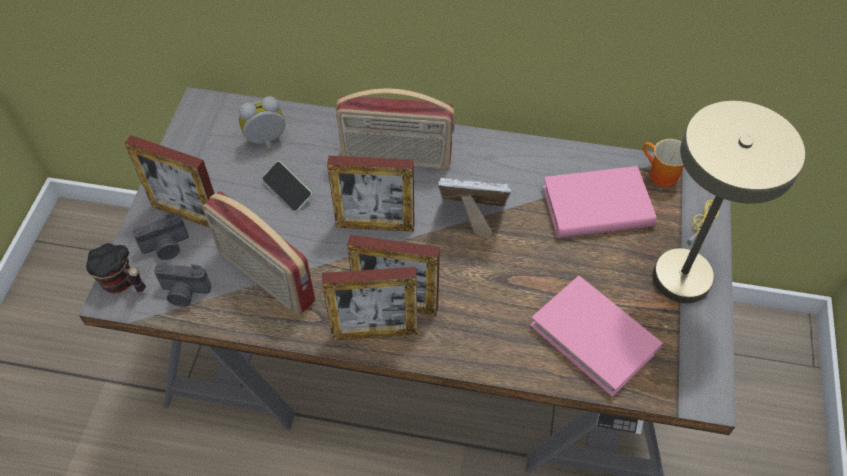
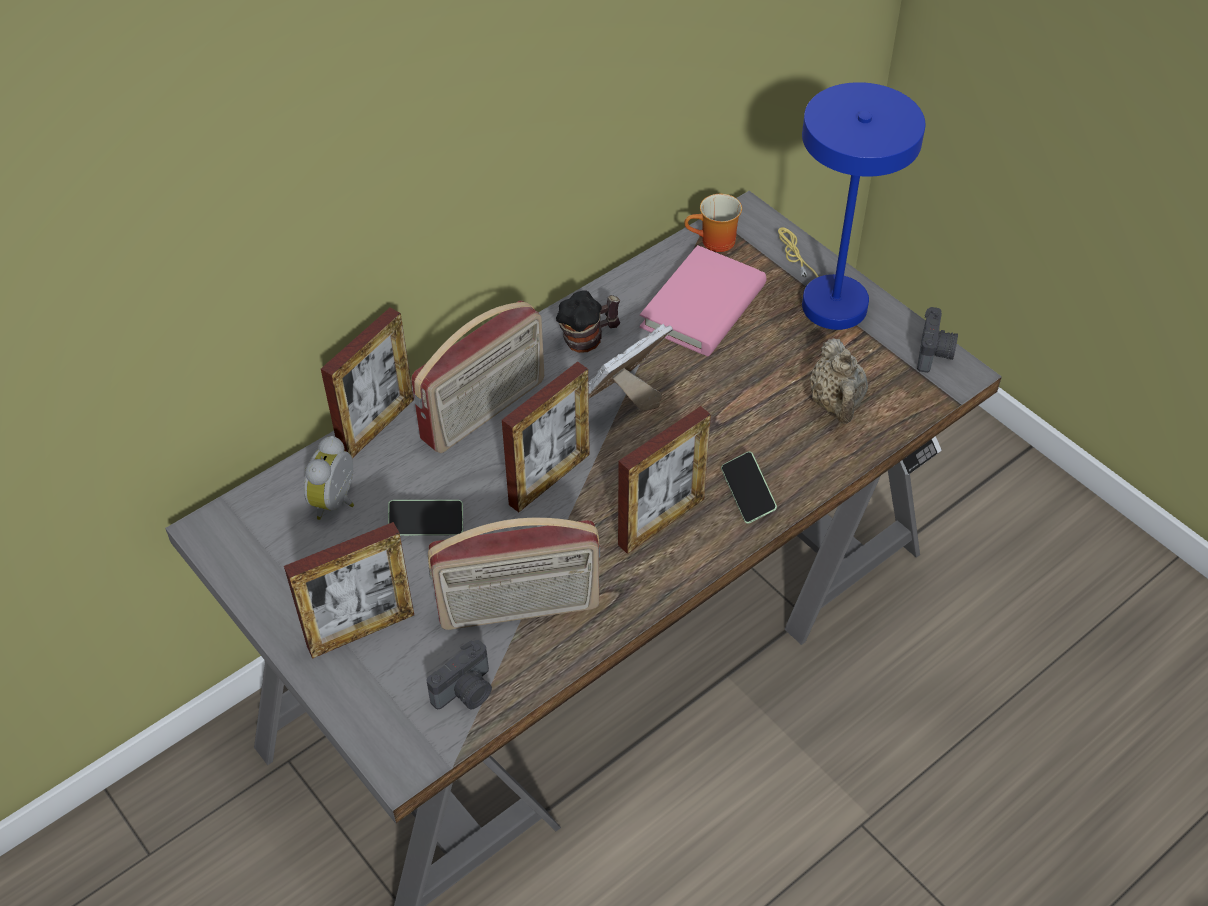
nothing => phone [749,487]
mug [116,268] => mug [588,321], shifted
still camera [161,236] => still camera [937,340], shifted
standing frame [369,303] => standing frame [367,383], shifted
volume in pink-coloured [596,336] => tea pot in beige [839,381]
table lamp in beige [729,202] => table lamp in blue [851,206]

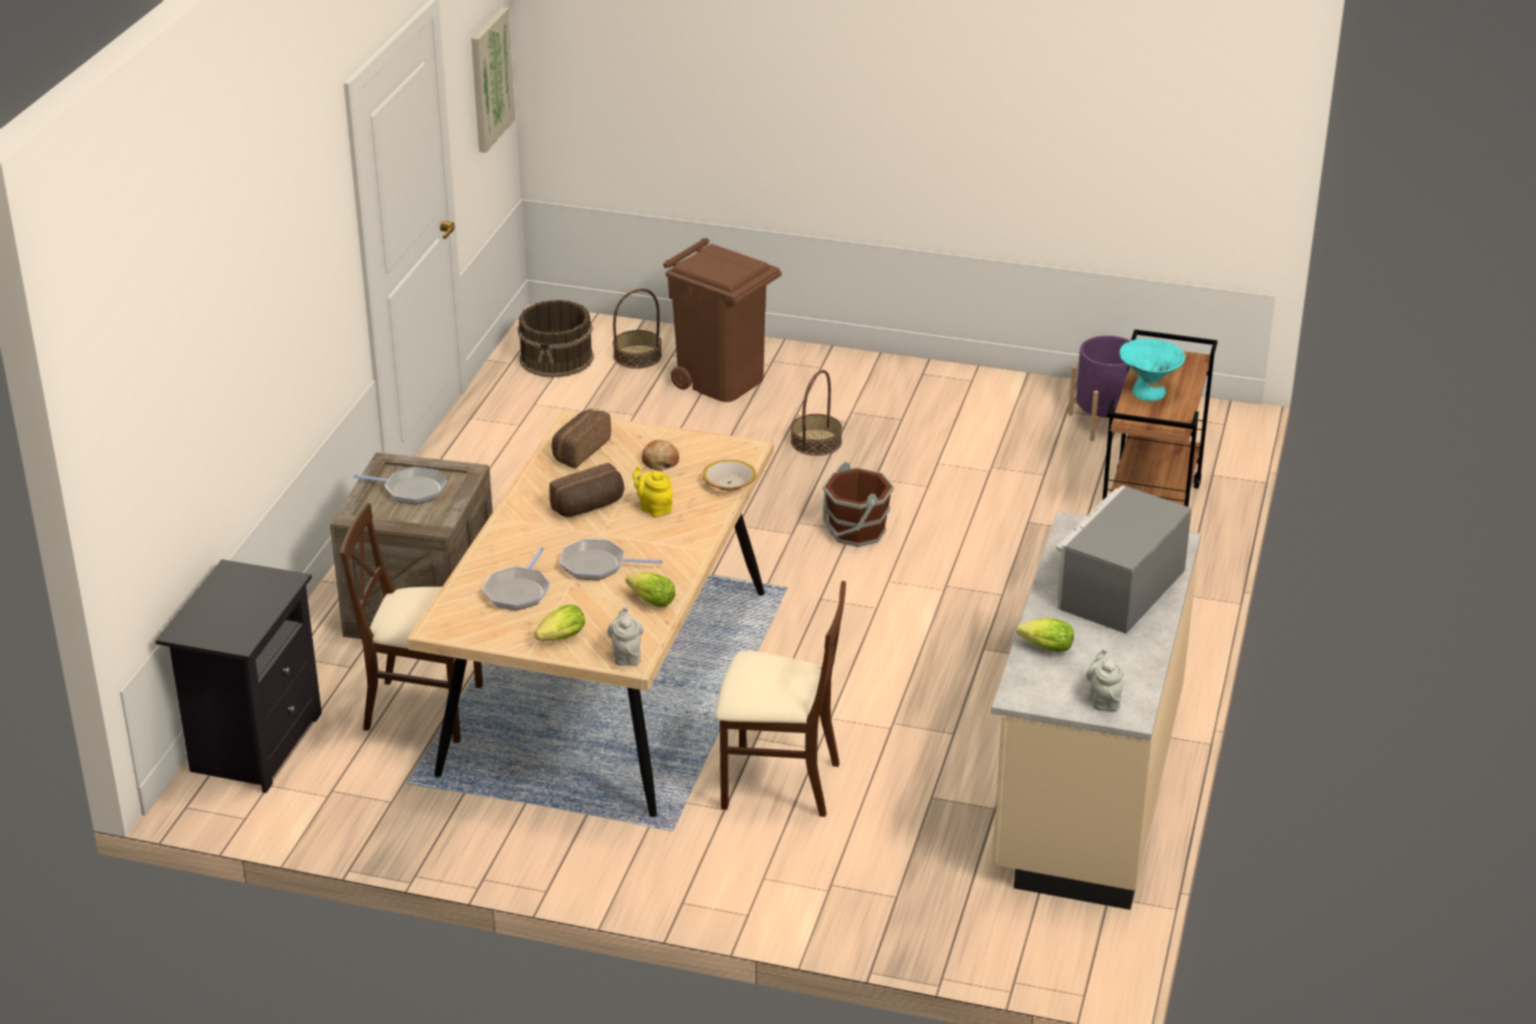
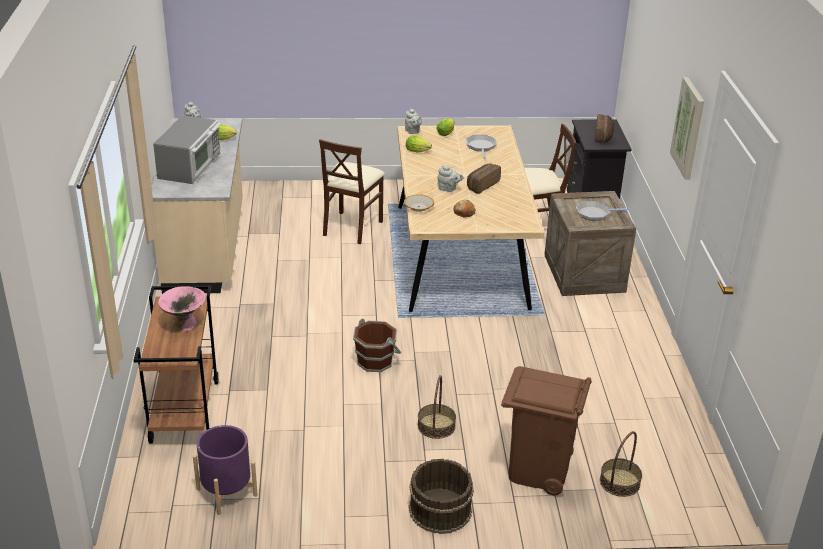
skillet [611,559] => nothing
picture [493,80] => picture [687,128], shifted
water bucket in brown-coloured [556,339] => water bucket in brown-coloured [441,496], shifted
baked bread [581,438] => baked bread [604,128], shifted
tea pot in yellow [653,491] => tea pot in gray [450,178]
serving bowl in blue-green [1152,370] => serving bowl in pink-coloured [182,309]
plain chair in beige [780,699] => plain chair in beige [352,191], 60 degrees counterclockwise

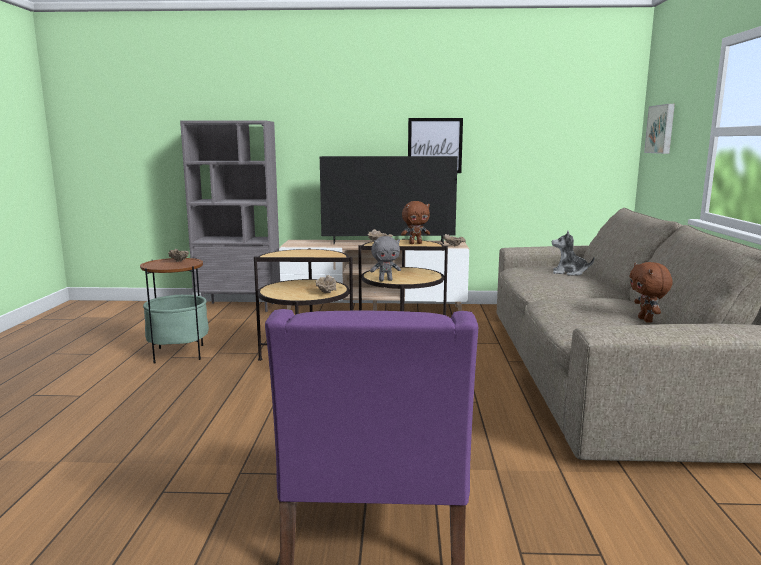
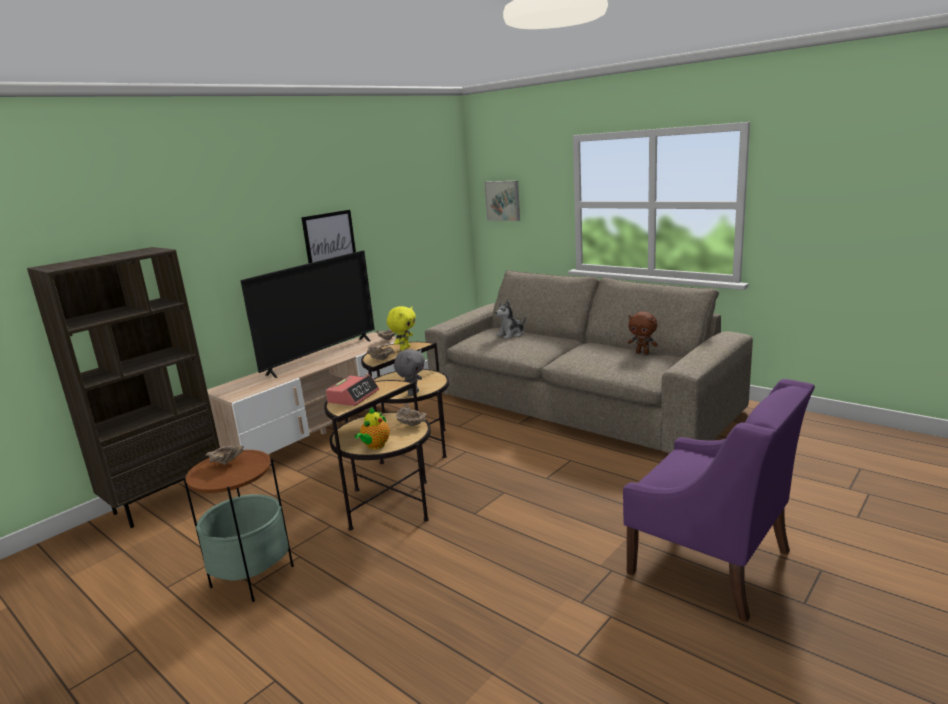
nothing => bedside clock [352,390]
nothing => tea pot [372,428]
bookshelf in gray [230,216] => bookshelf in brown-coloured [123,387]
soft toy in brown-coloured [415,222] => soft toy in yellow [401,328]

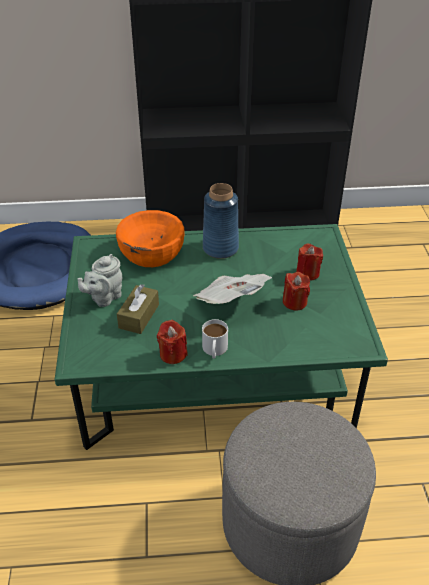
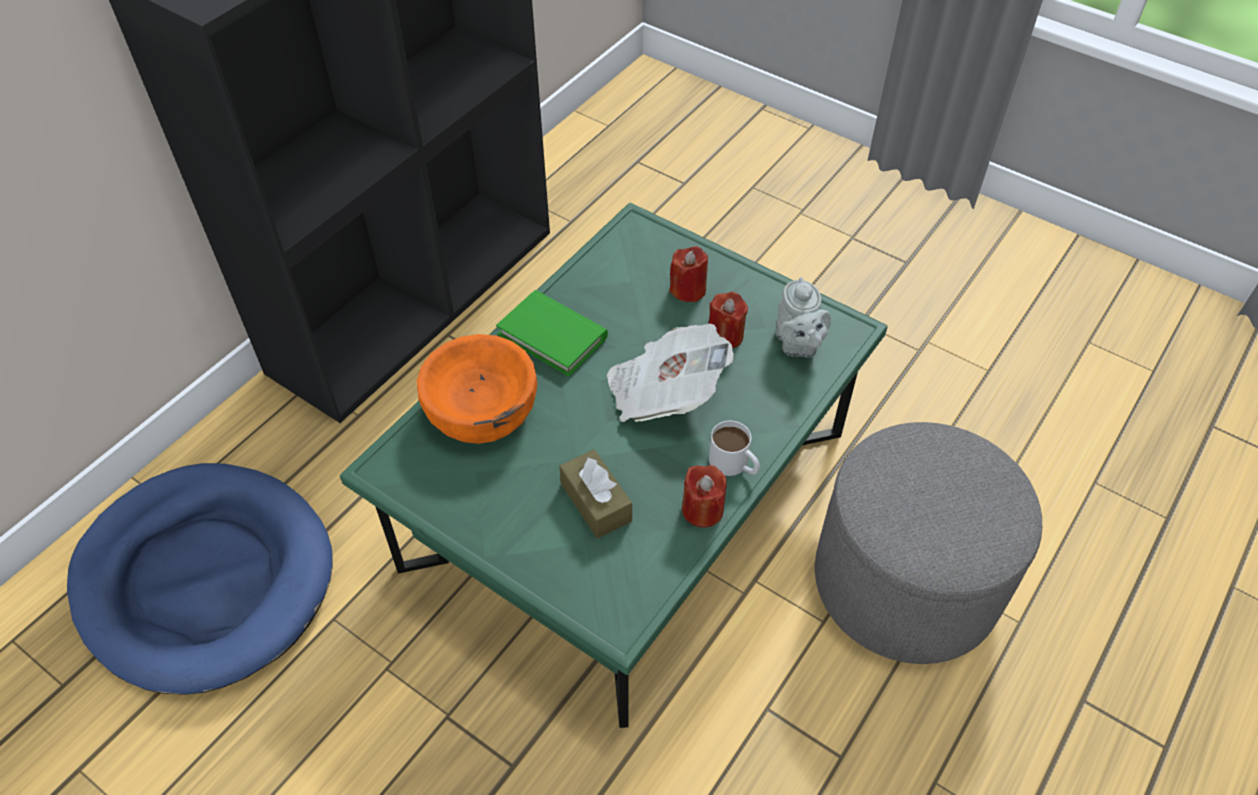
tea pot in gray [100,280] => tea pot in gray [803,317], shifted
vase in blue [221,221] => volume in green-coloured [552,333]

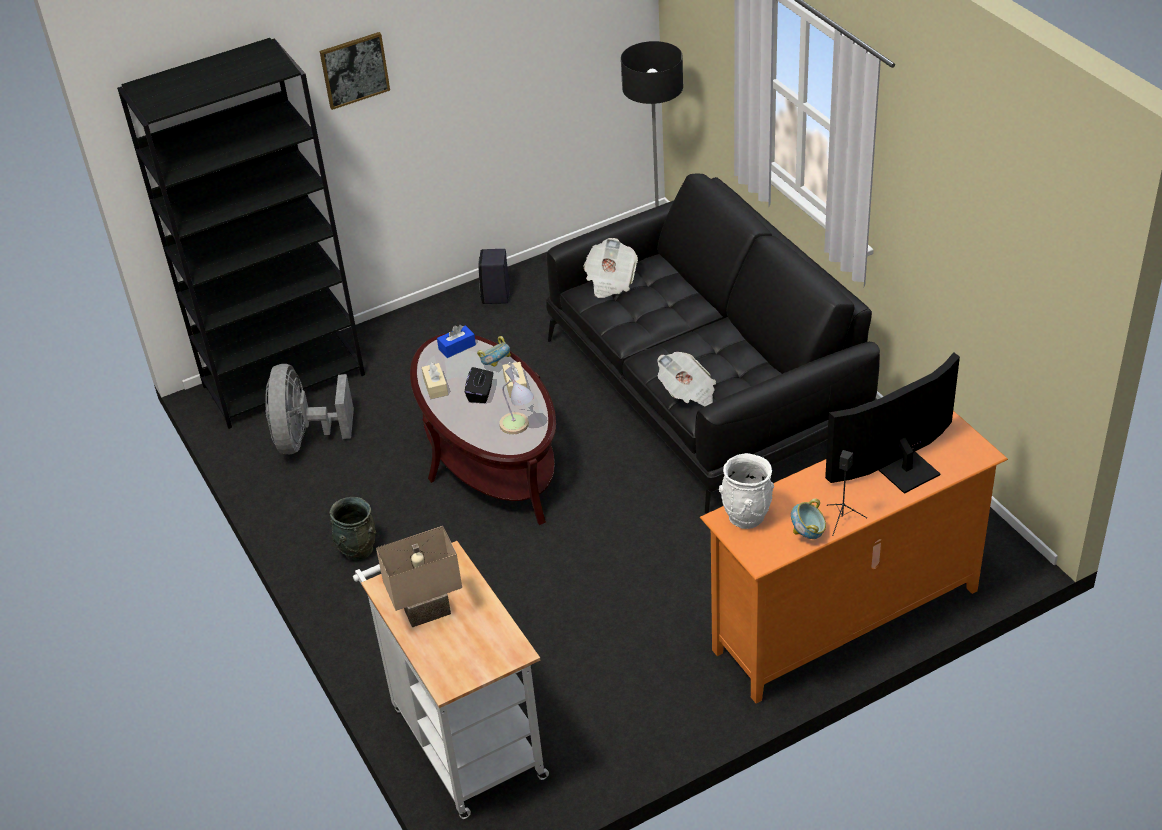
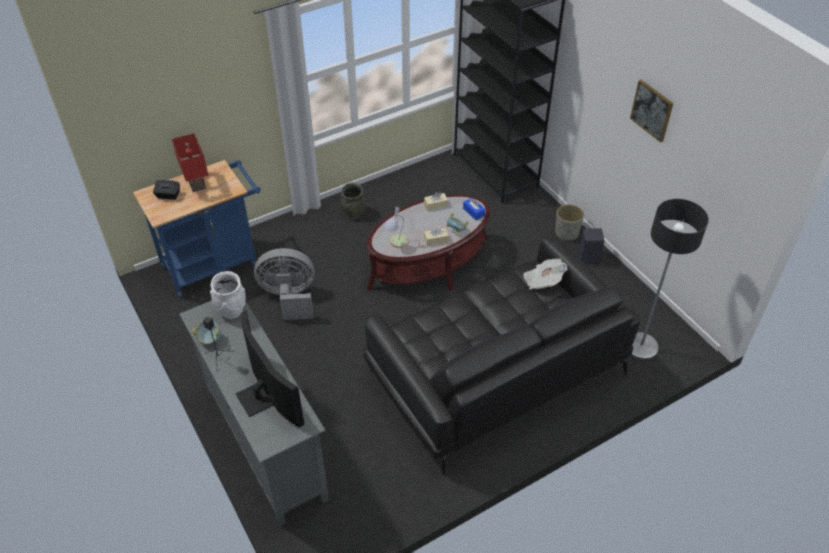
newspaper [686,379] => nothing
nothing => flower pot in gray [569,222]
fan in gray [309,409] => fan in gray [284,284], shifted
picture [355,71] => picture [651,111], shifted
tissue box in black-coloured [479,385] => tissue box in black-coloured [166,190], shifted
cart in white-coloured [451,680] => cart in blue [197,229]
table lamp in beige [419,576] => table lamp in reddish [190,162]
tv unit in orangey [854,557] => tv unit in gray [254,413]

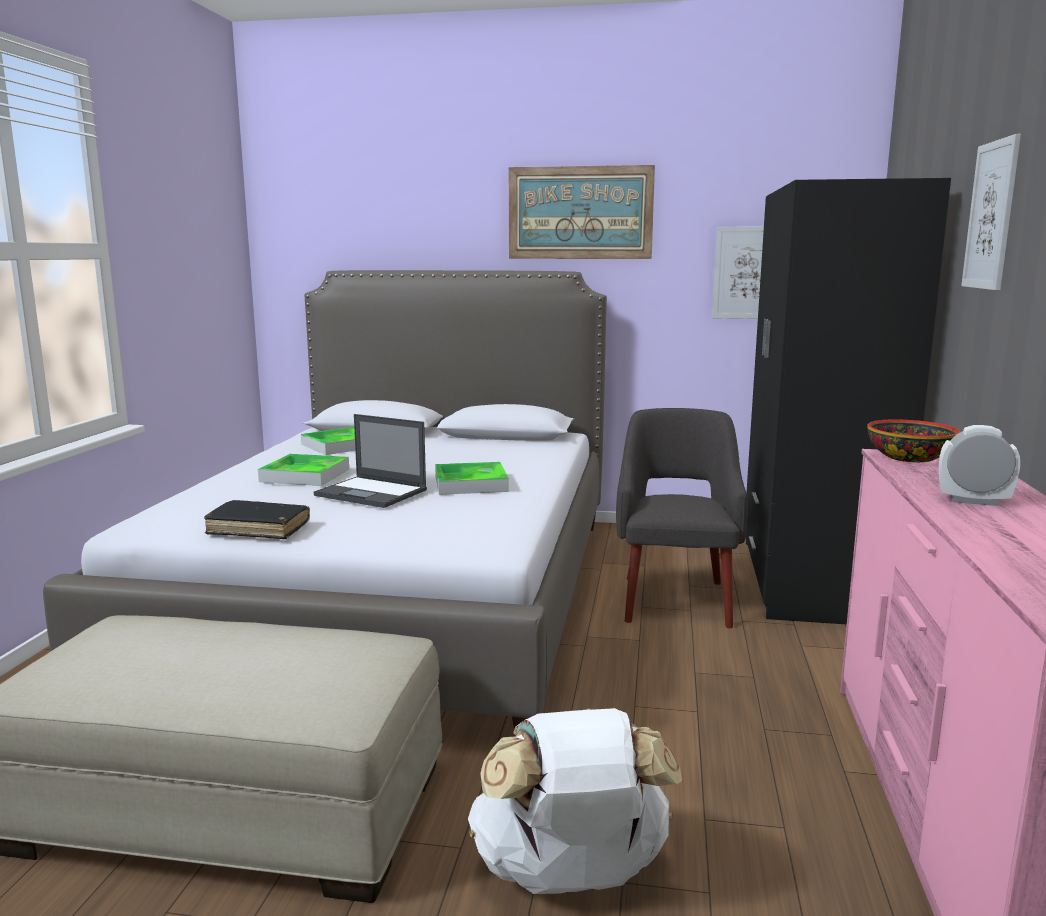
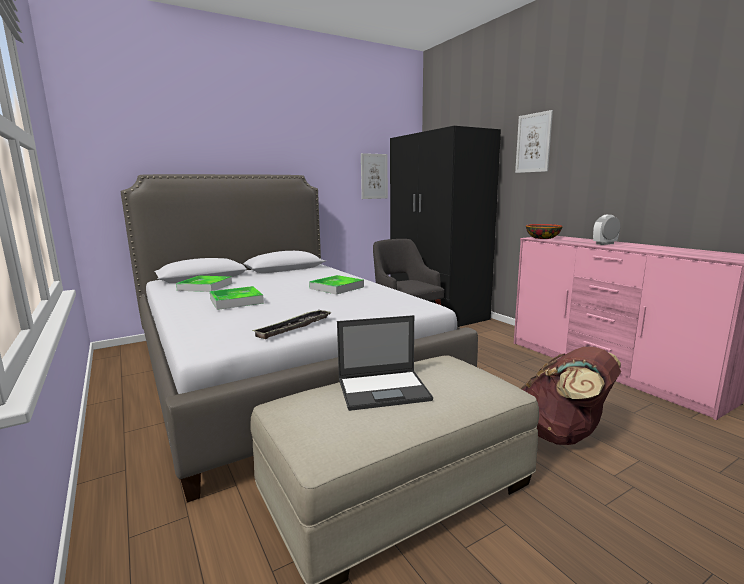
picture [582,212] => nothing
laptop [370,461] => laptop [385,363], shifted
volume in black-coloured [257,519] => carrying tray [291,324]
knapsack in white-coloured [575,801] => knapsack in brown-coloured [571,396]

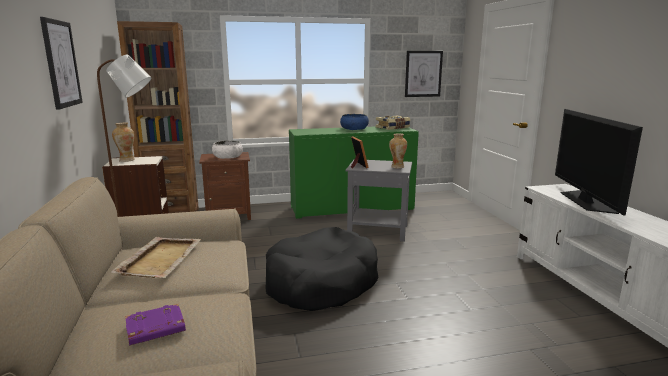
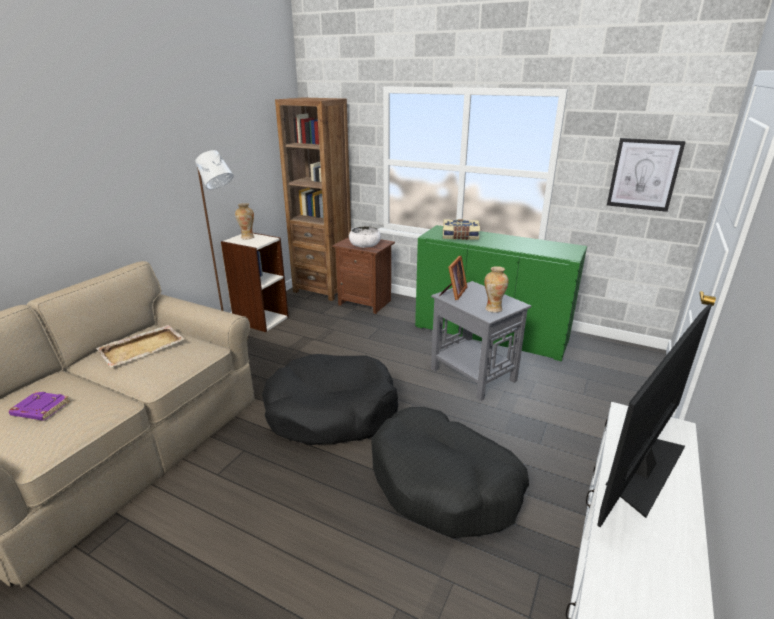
picture [61,63] => nothing
serving bowl in blue [354,122] => nothing
nothing => dog cushion in black-coloured [450,472]
volume [393,123] => volume [461,229], shifted

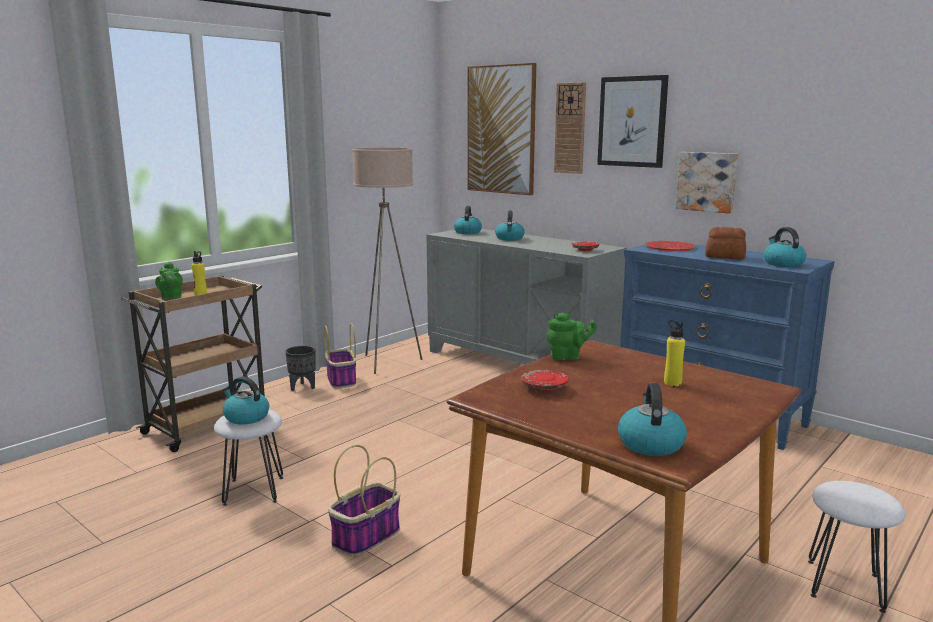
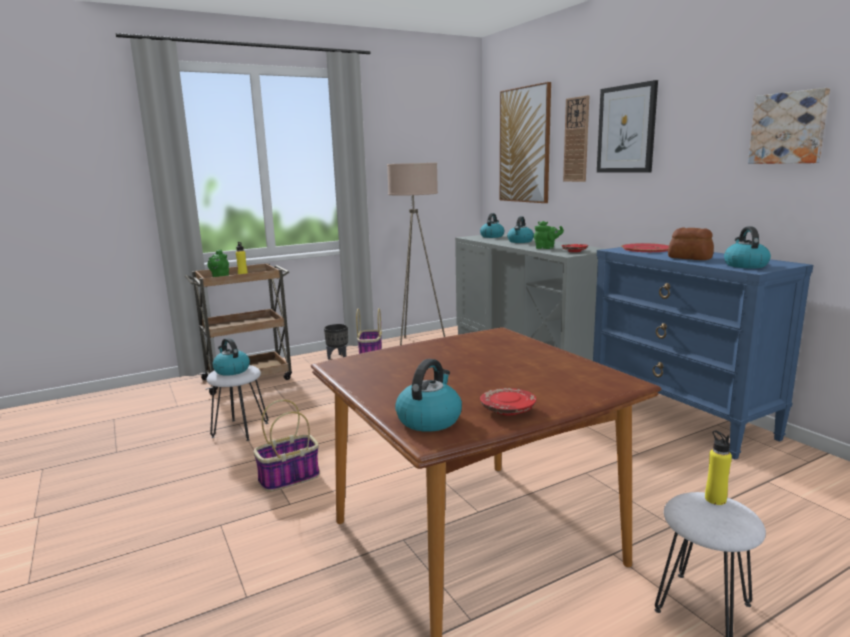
flat dish in reddish [545,381] => flat dish in reddish [508,401], shifted
tea pot in green-coloured [572,336] => tea pot in green-coloured [549,235], shifted
beverage bottle in yellow [674,353] => beverage bottle in yellow [718,468], shifted
picture [706,183] => picture [789,126], shifted

